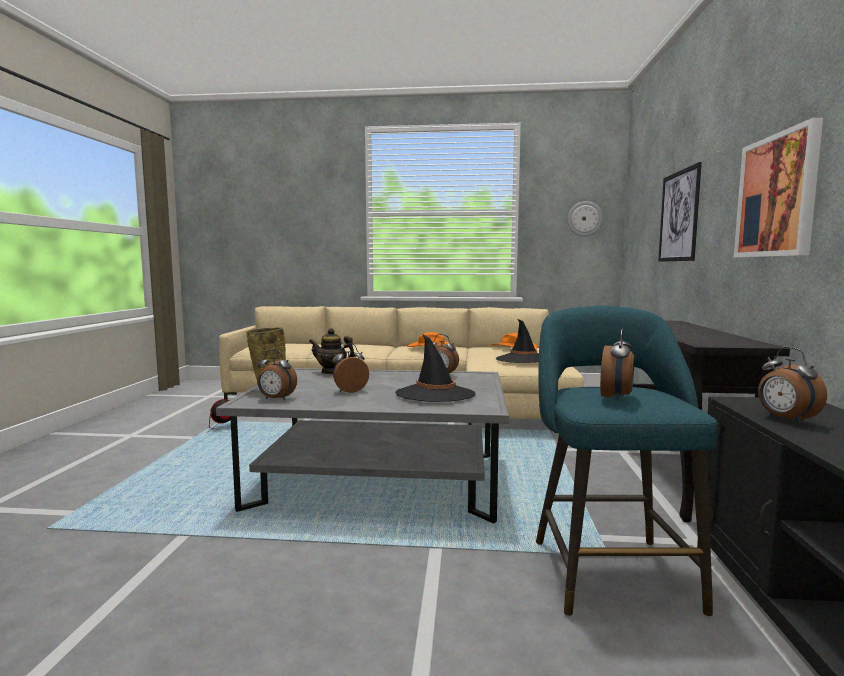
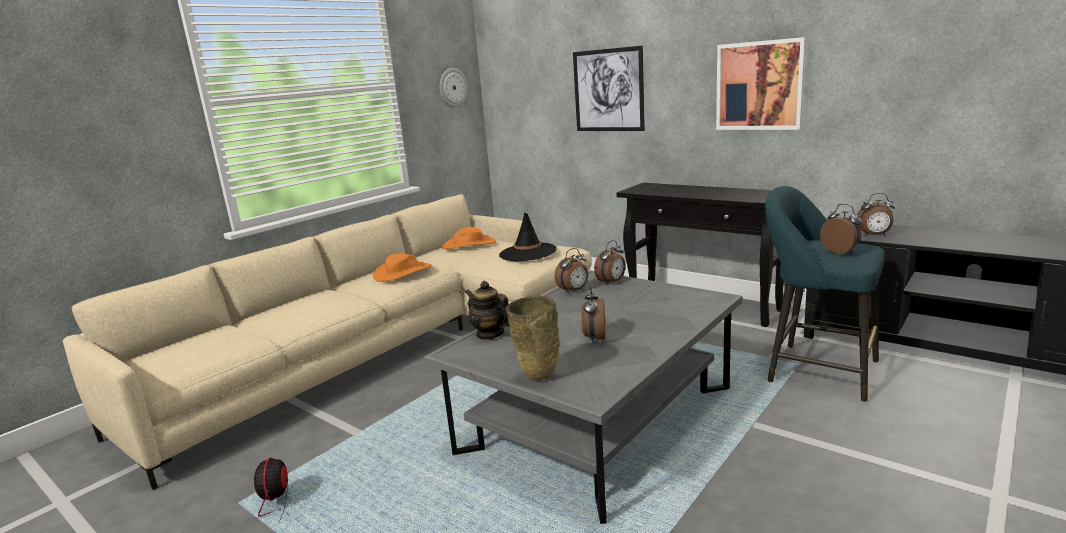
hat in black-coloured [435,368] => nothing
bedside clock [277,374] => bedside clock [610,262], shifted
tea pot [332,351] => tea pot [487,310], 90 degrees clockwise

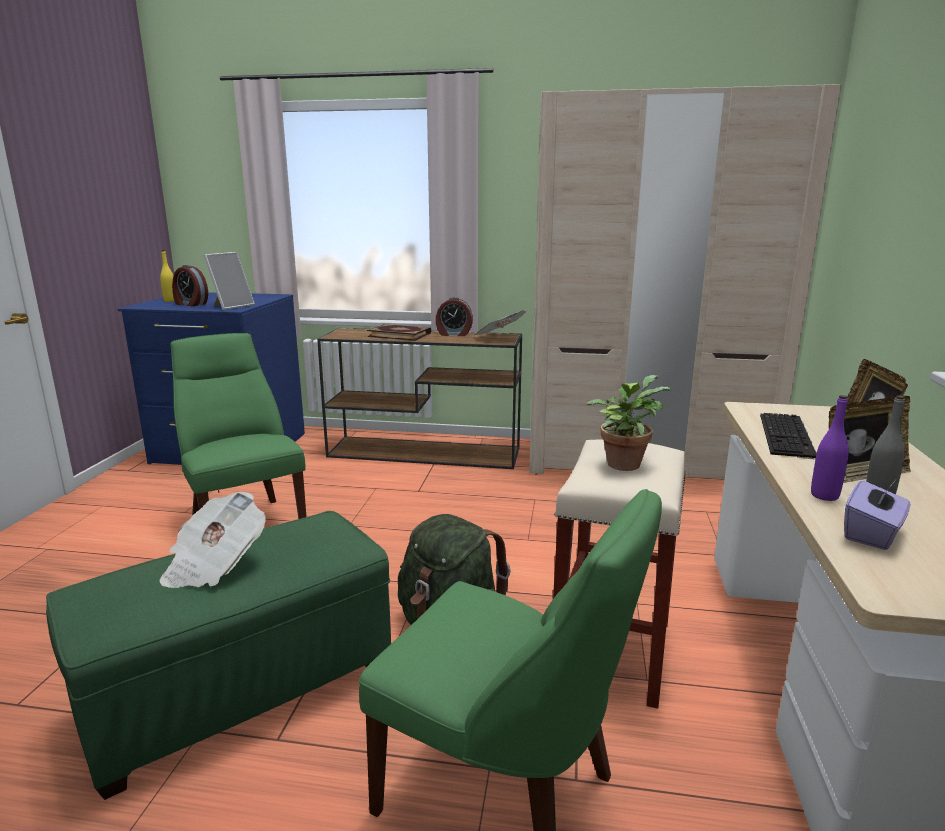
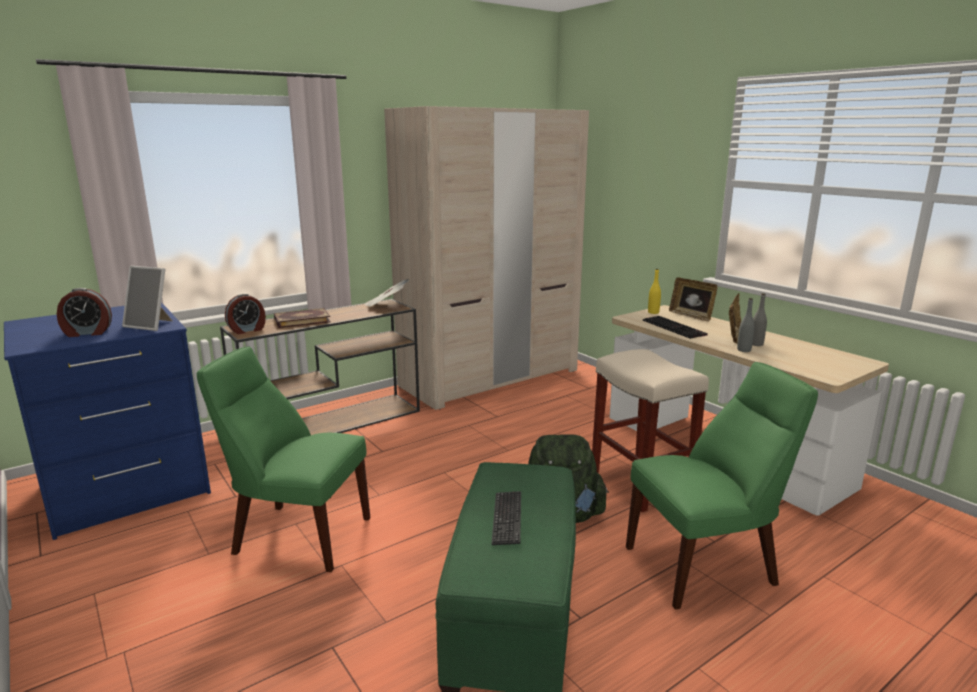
plant in a pot [628,423] => nothing
tissue box in purplish [877,514] => nothing
beverage bottle in yellow [167,276] => beverage bottle in yellow [654,291], shifted
bedside clock [454,316] => bedside clock [245,314], shifted
newspaper [212,540] => PC keyboard [506,518]
beverage bottle in purplish [830,448] => beverage bottle in gray [746,325]
standing frame [229,281] => standing frame [147,298], 120 degrees clockwise

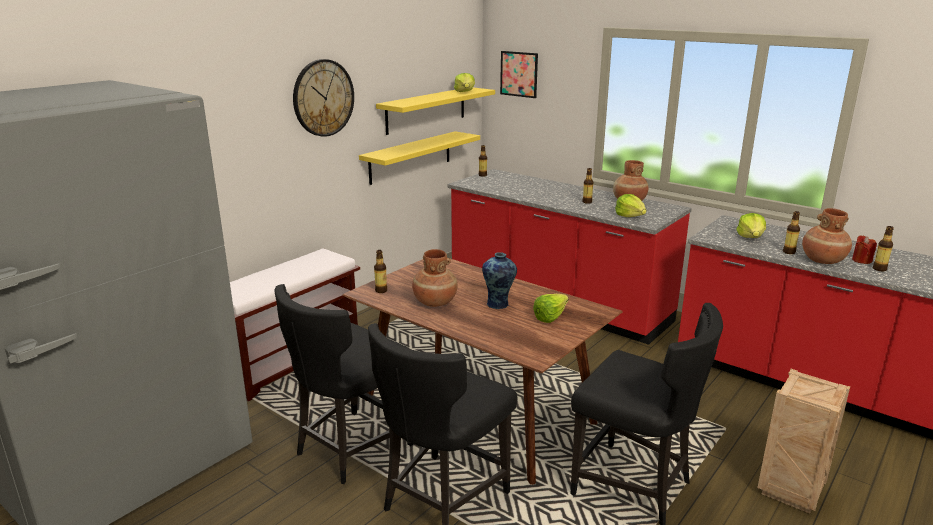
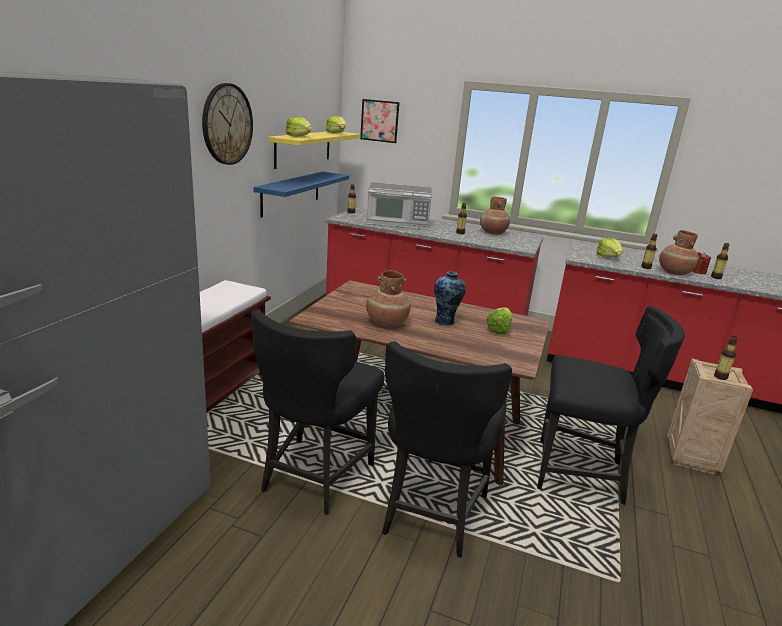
nothing => microwave oven [399,206]
beverage bottle [380,271] => beverage bottle [726,358], shifted
lettuce [630,205] => lettuce [299,126], shifted
shelf in yellow [419,158] => shelf in blue [301,194]

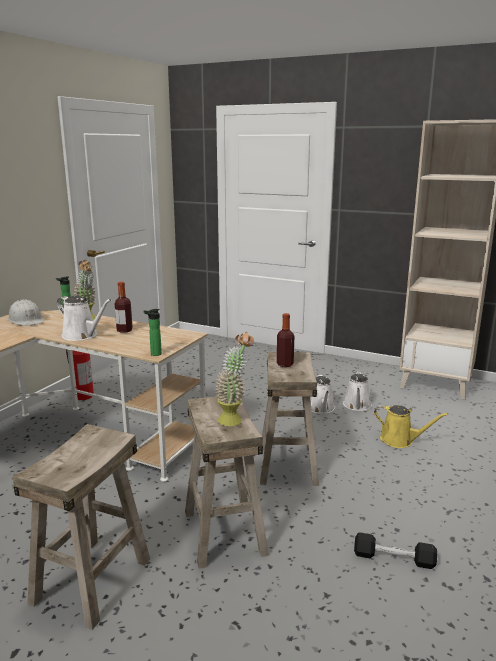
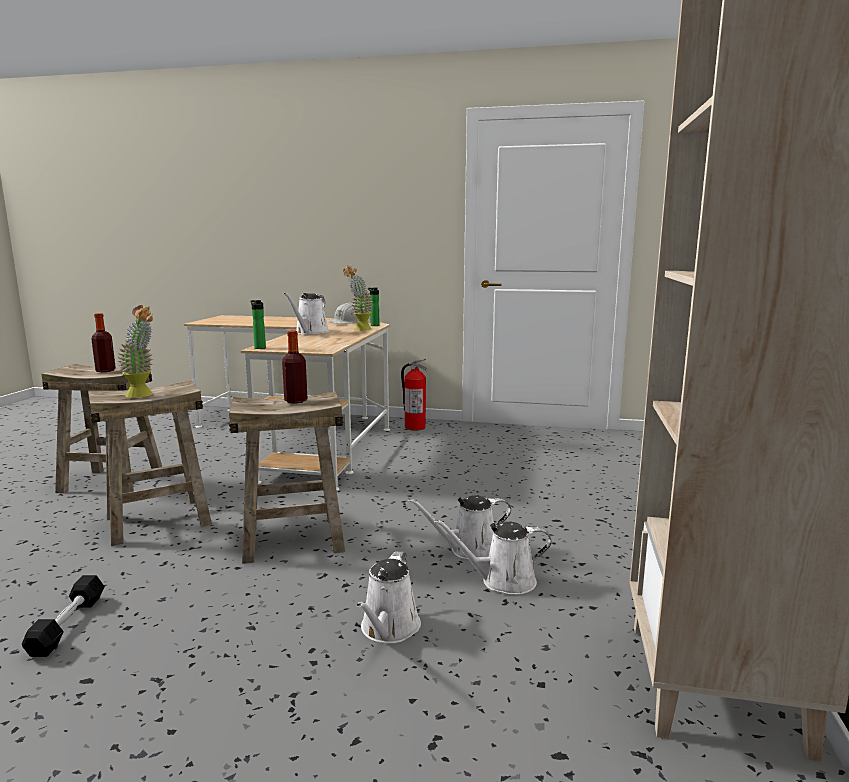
beverage bottle [124,307] => beverage bottle [103,342], shifted
watering can in yellow [411,426] => watering can in white-coloured [388,597]

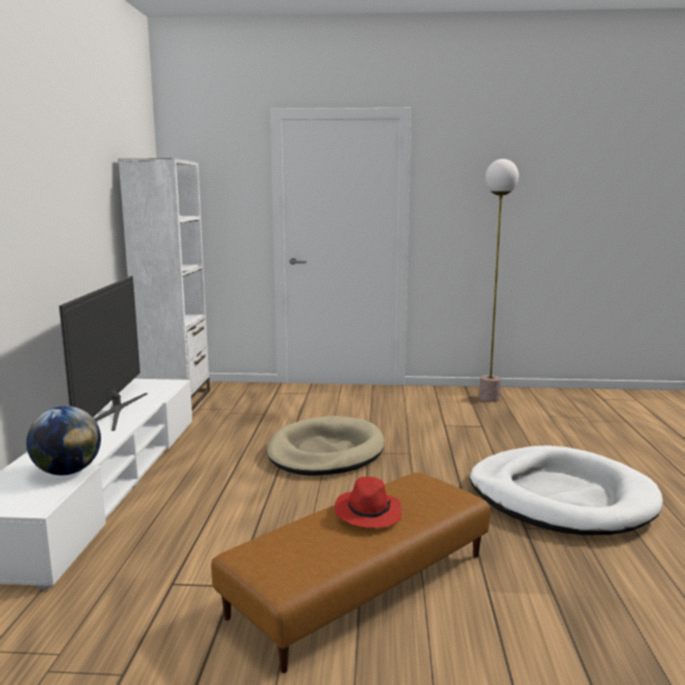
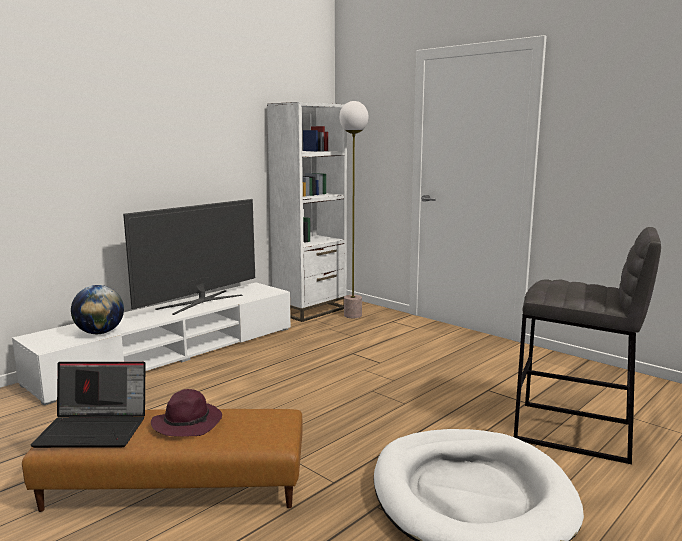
dog cushion in beige [326,446] => nothing
nothing => laptop [87,405]
nothing => sitting stool in gray [587,345]
standing lamp [499,280] => standing lamp [353,209], shifted
hat in reddish [368,502] => hat in purplish [186,413]

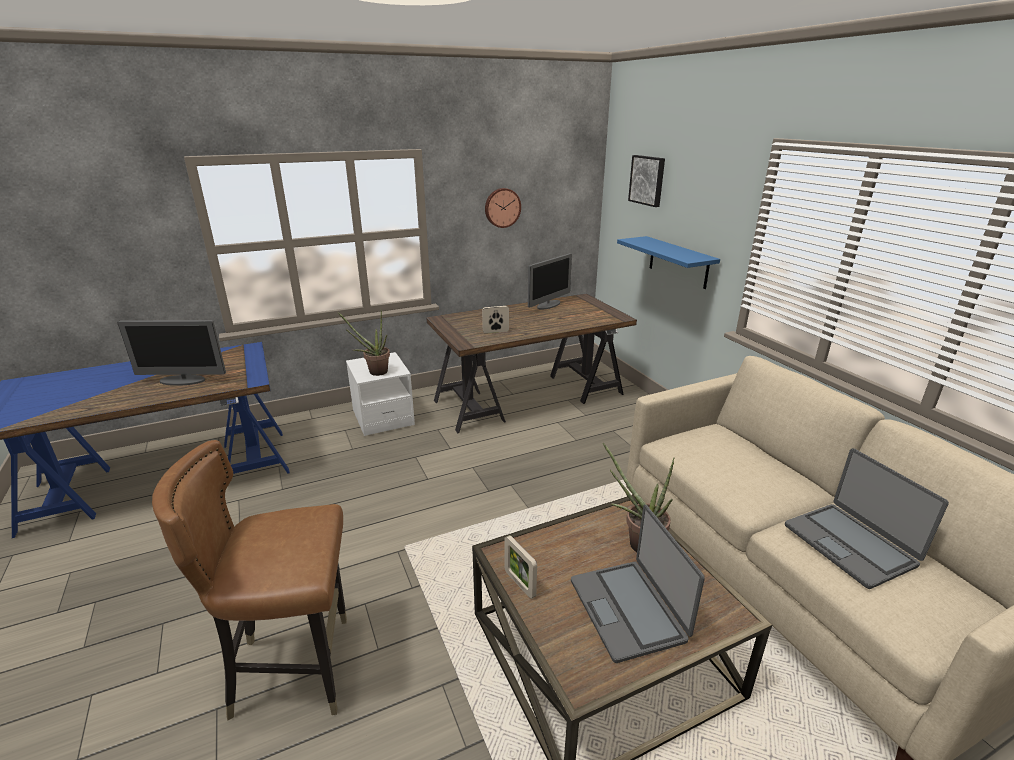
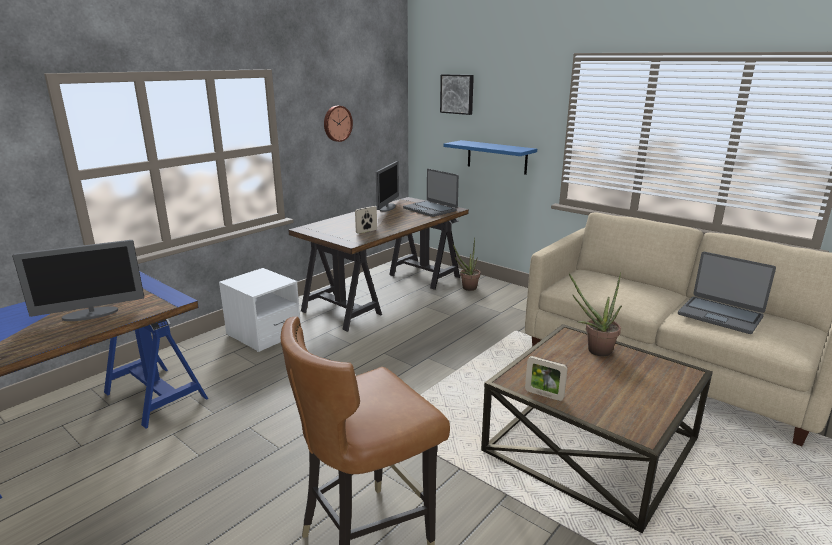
plant in a pot [364,343] => plant in a pot [466,264], shifted
laptop [638,584] => laptop [431,193], shifted

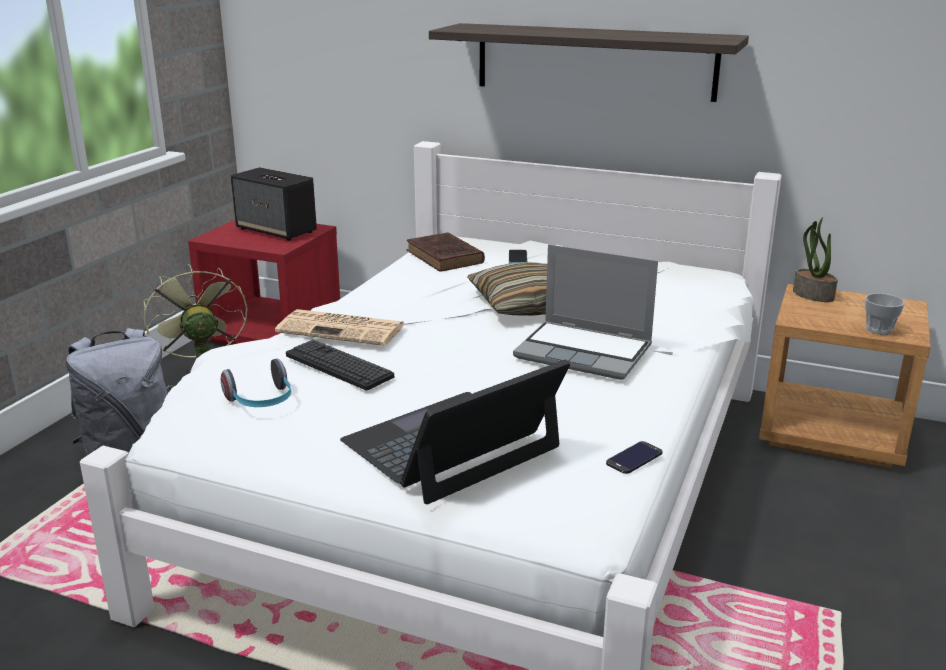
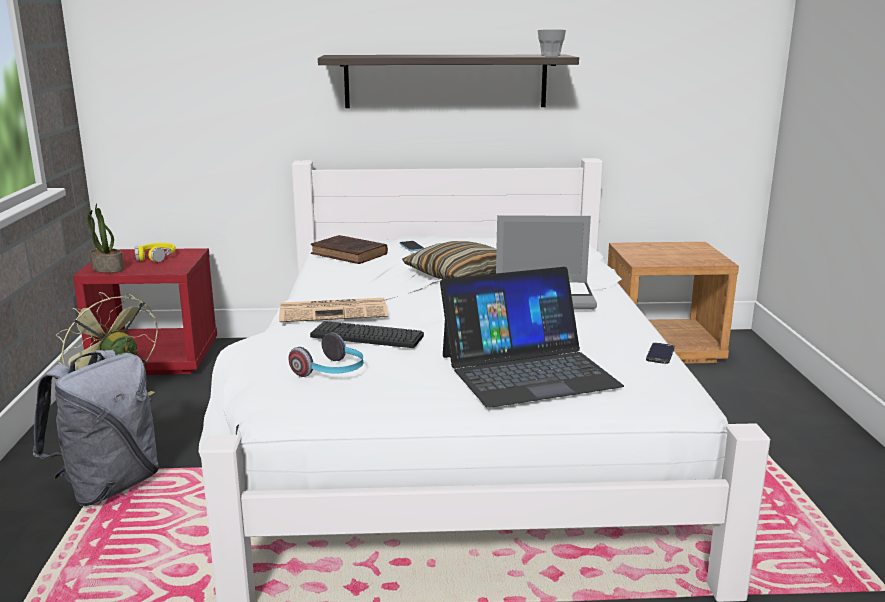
plant in a pot [815,259] => plant in a pot [104,238], shifted
cup [885,314] => cup [552,42], shifted
audio speaker [274,204] => headset in yellow [155,252]
laptop [455,432] => laptop [532,337], 135 degrees counterclockwise

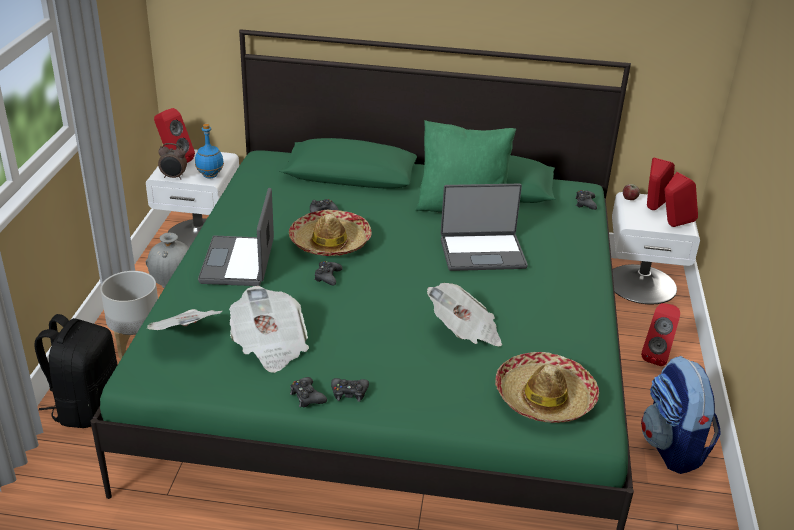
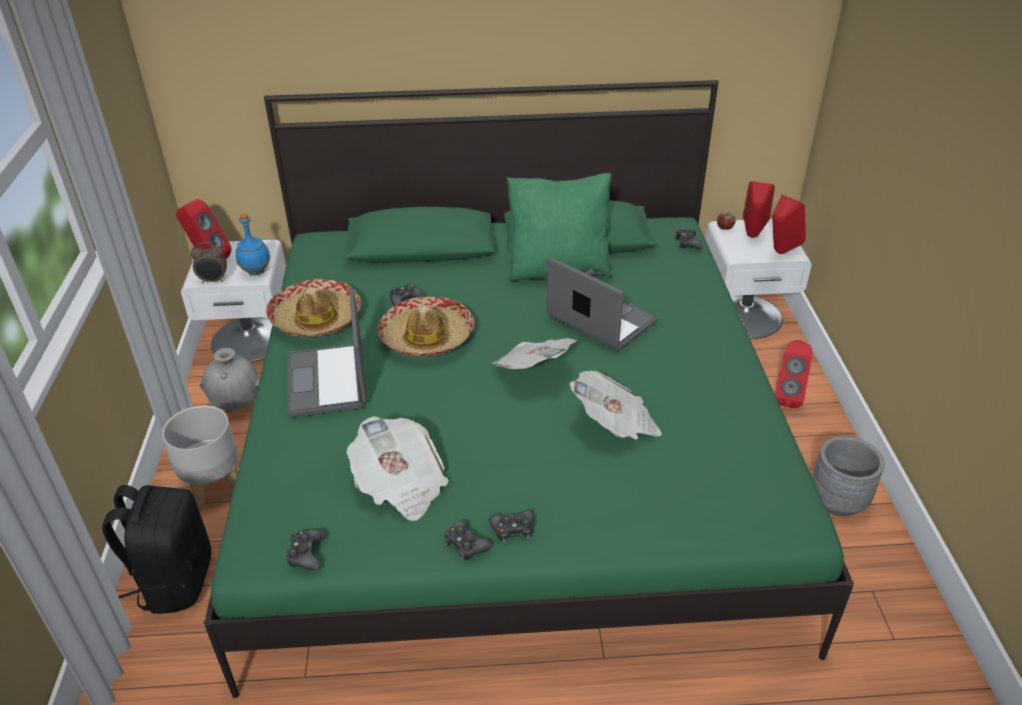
newspaper [184,319] => newspaper [534,353], shifted
joypad in black-coloured [328,273] => joypad in black-coloured [306,550], shifted
hat [547,387] => hat [313,308], shifted
knapsack [681,415] => flower pot in gray [848,476]
laptop [484,227] => laptop [602,304], 120 degrees counterclockwise

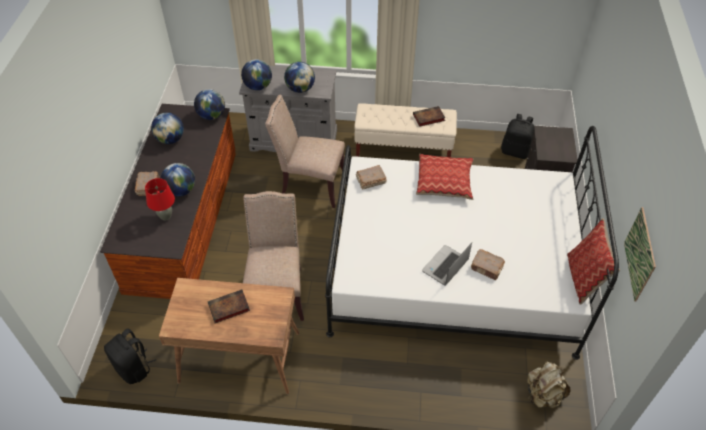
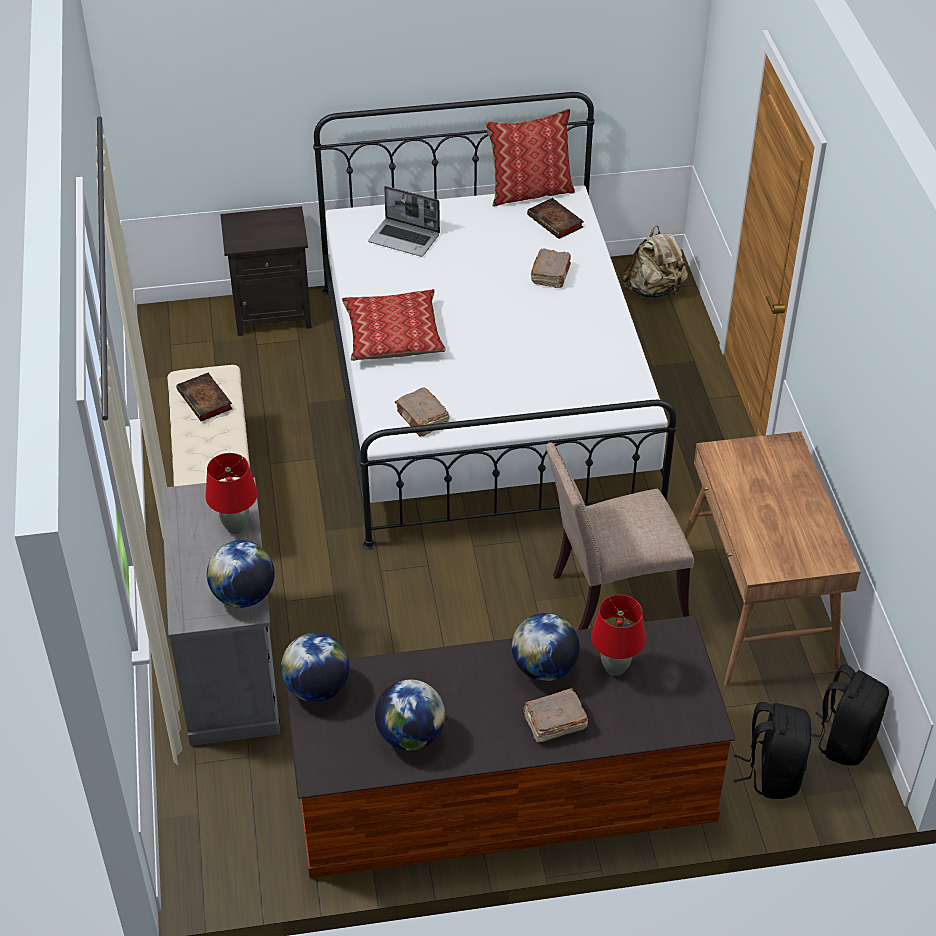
plain chair in beige [305,151] => nothing
picture [640,254] => nothing
volume [228,306] => volume [555,218], shifted
laptop [447,264] => laptop [404,221], shifted
knapsack in black-coloured [517,136] => knapsack in black-coloured [772,750], shifted
globe [299,77] => table lamp in reddish [231,493]

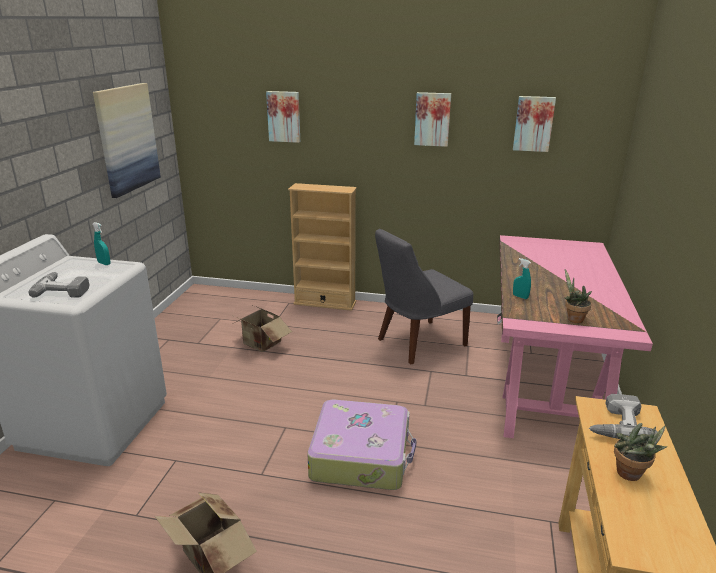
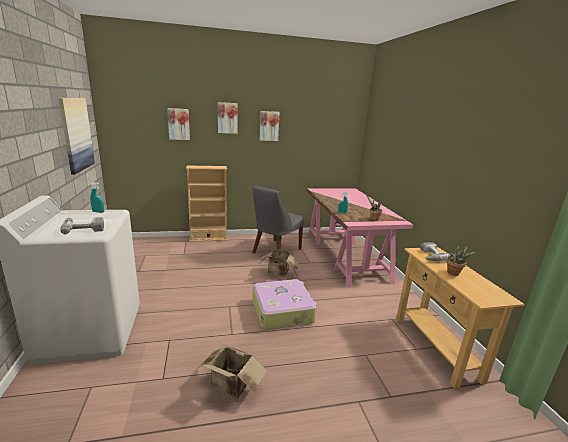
carton [263,328] => carton [278,263], shifted
picture [534,124] => picture [228,118], shifted

